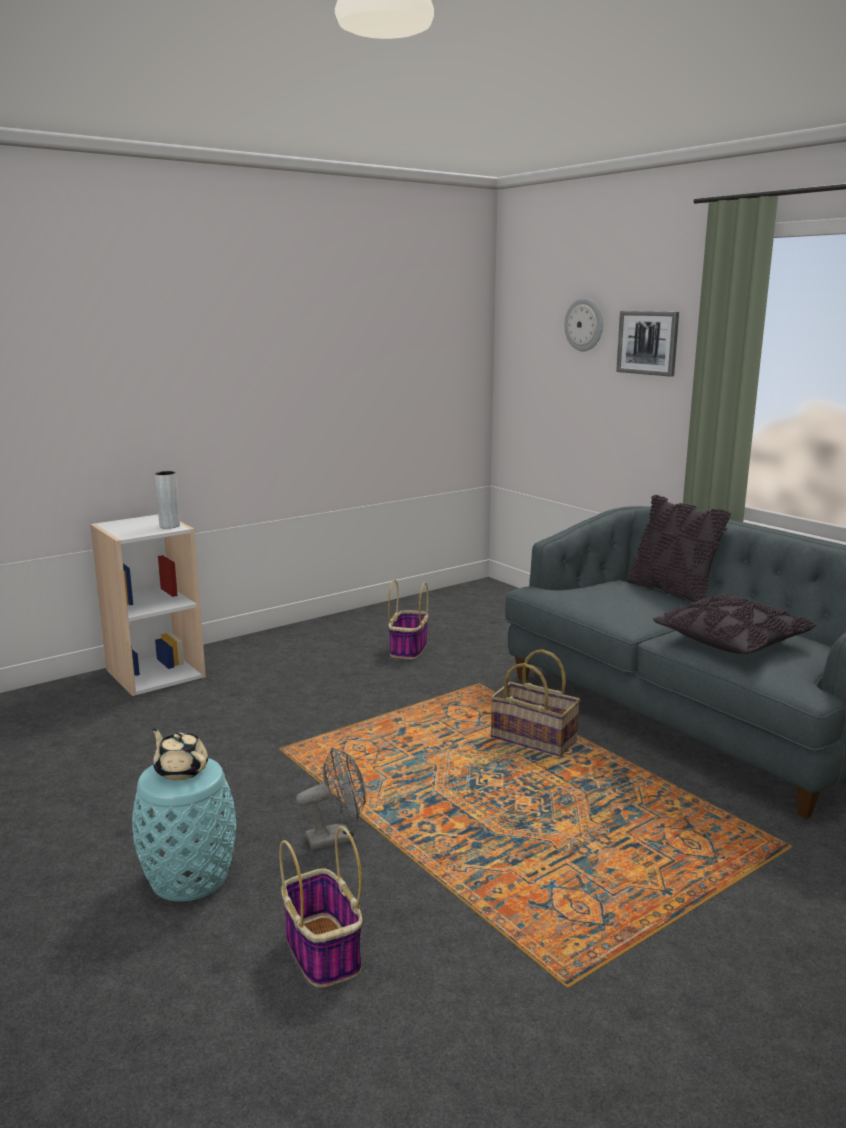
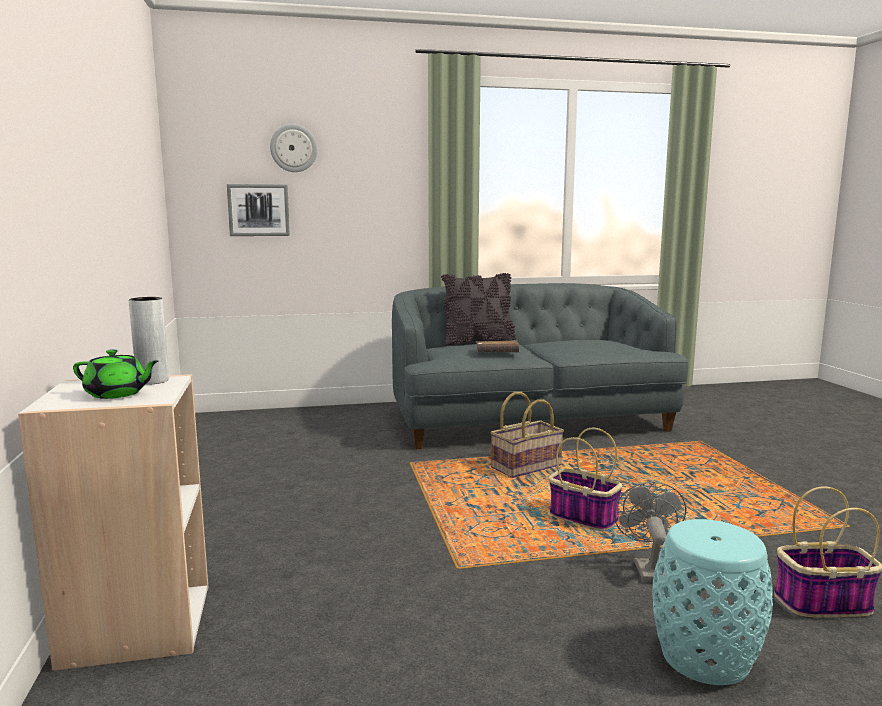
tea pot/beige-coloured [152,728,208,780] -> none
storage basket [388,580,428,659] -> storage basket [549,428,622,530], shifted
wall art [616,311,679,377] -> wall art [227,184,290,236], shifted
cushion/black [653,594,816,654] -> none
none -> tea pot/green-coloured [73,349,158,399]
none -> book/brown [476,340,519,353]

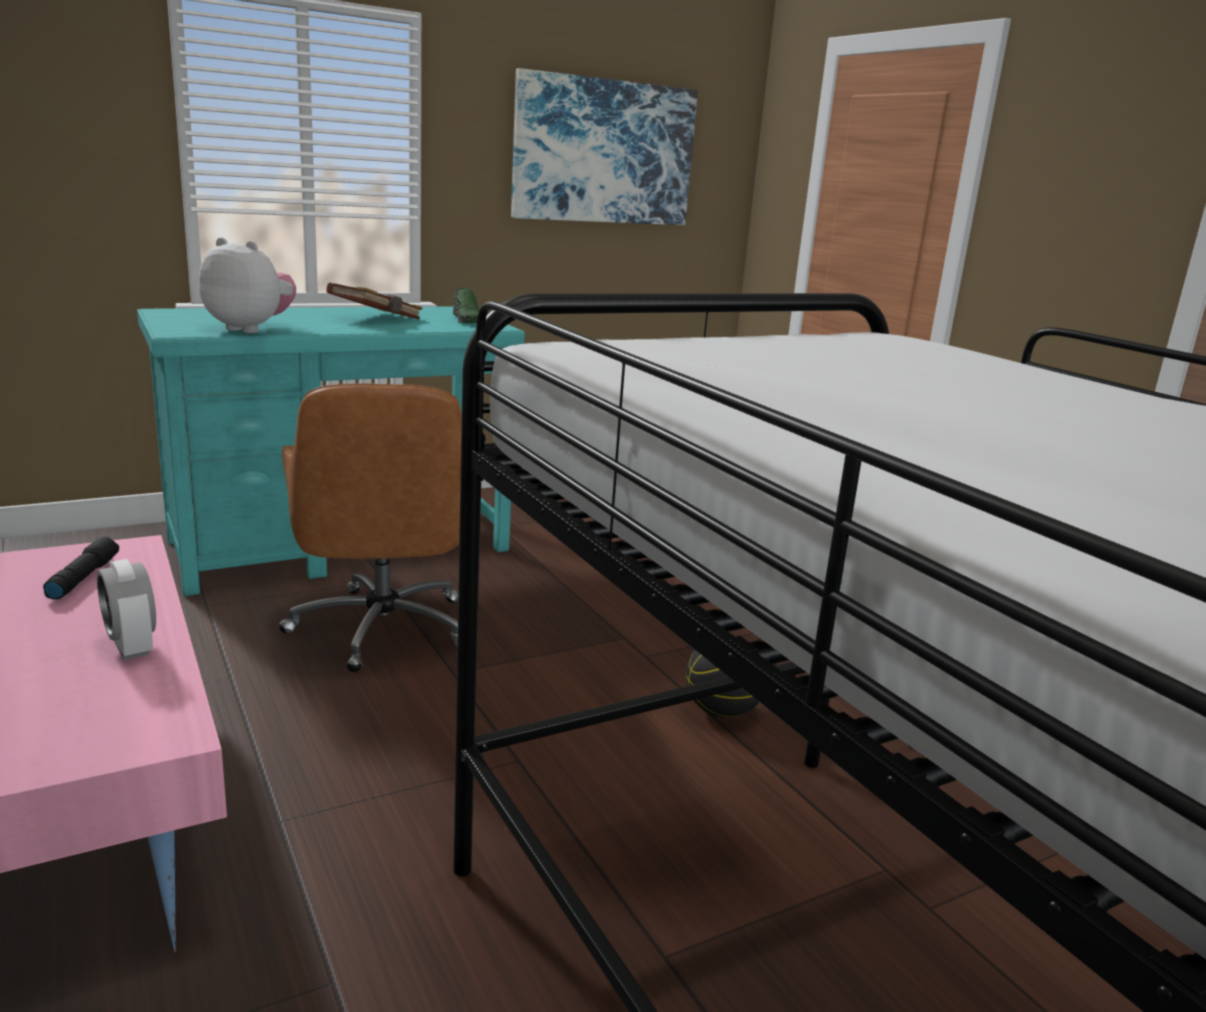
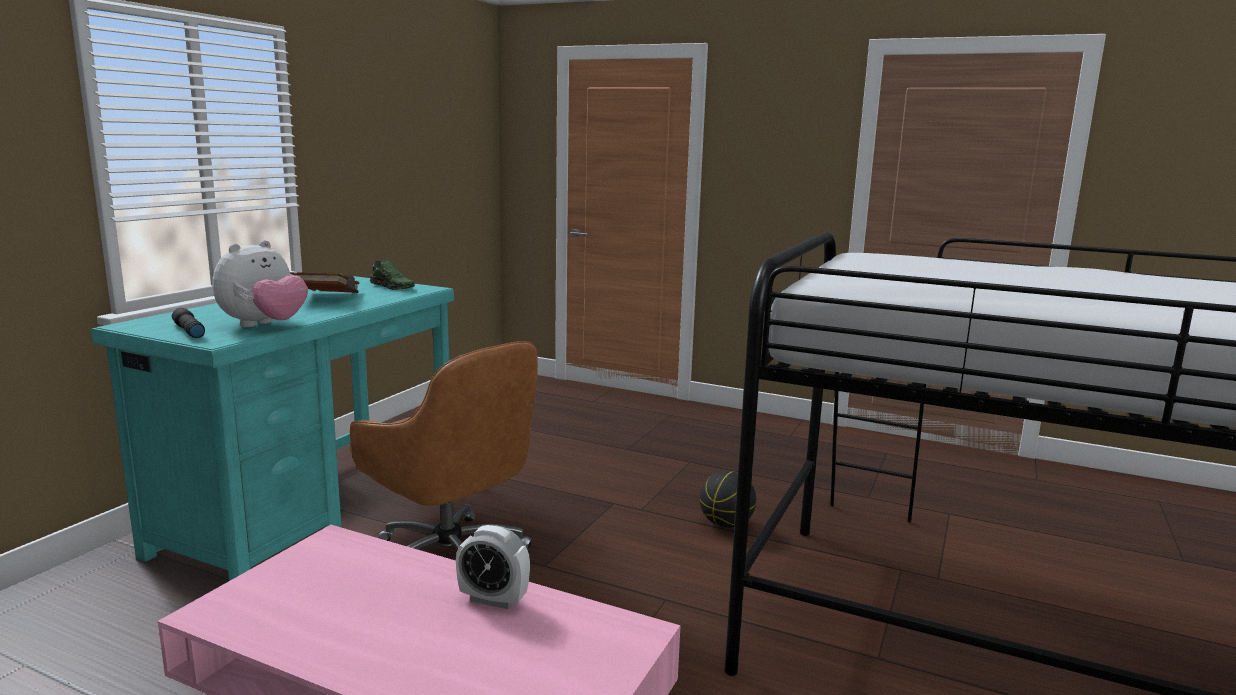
hand torch/black [43,537,119,599] -> hand torch/black [172,308,205,338], shifted
cuddly toy [199,237,296,333] -> cuddly toy [212,240,308,327], 135 degrees clockwise
wall art [511,68,698,225] -> none

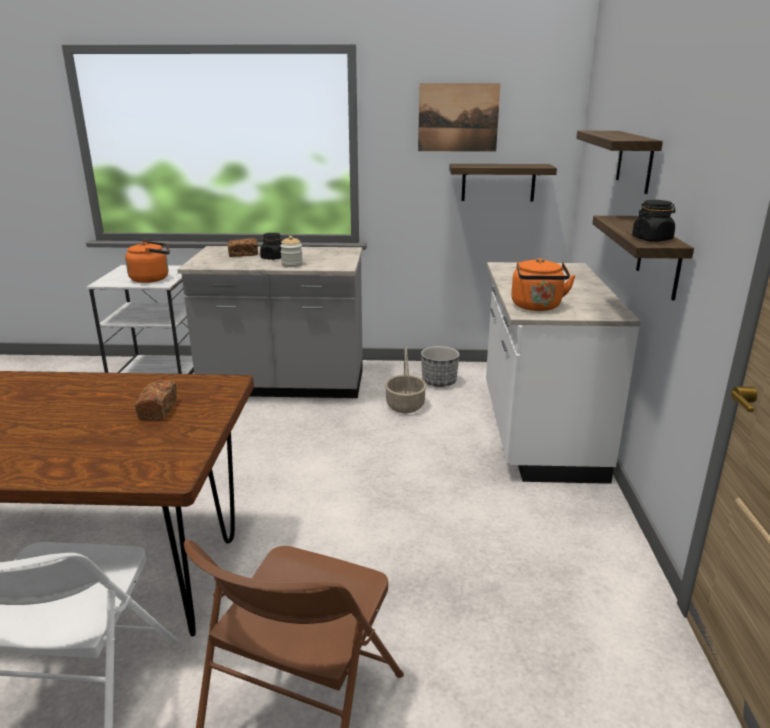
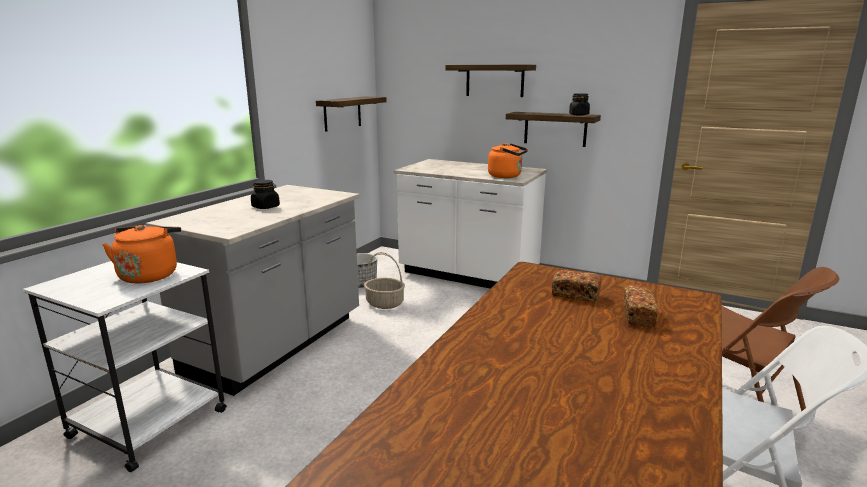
bakery bread [227,238,258,257] -> bakery bread [623,285,658,327], shifted
preserve jar [280,236,303,267] -> none
wall art [418,83,501,152] -> none

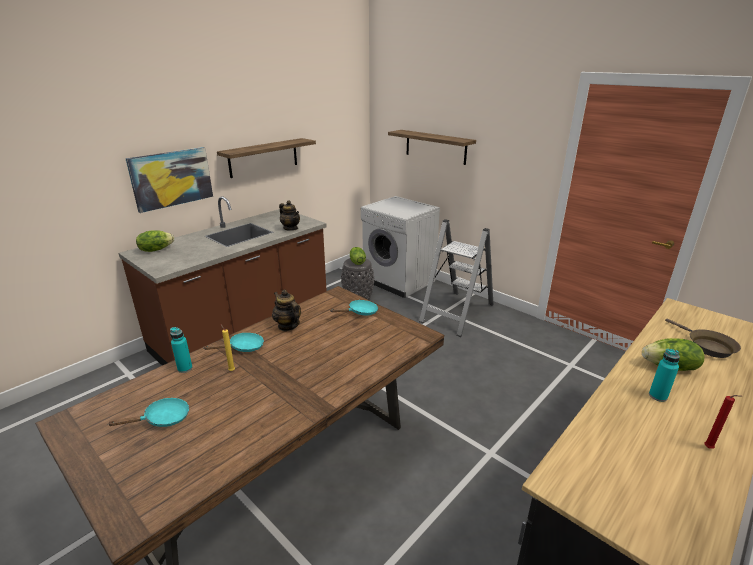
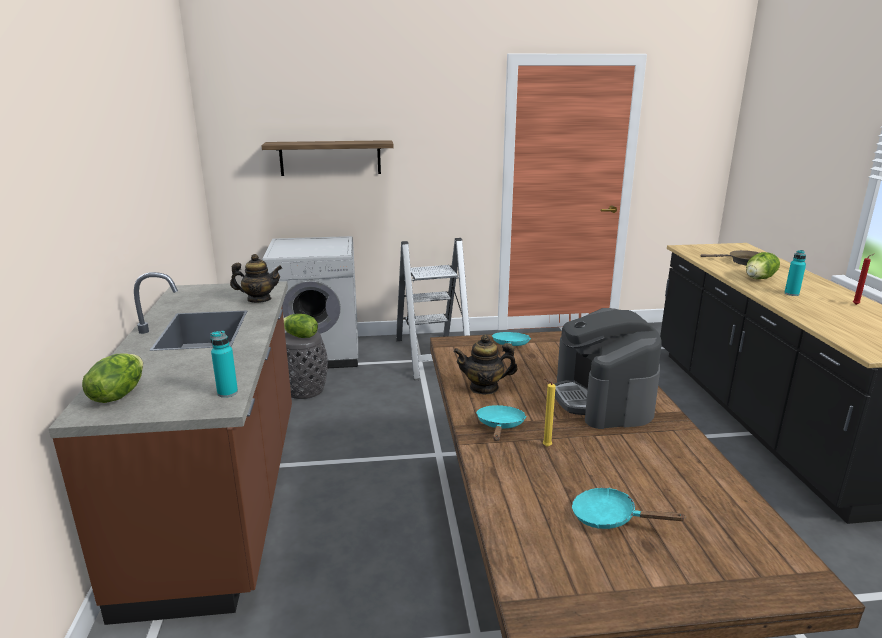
frying pan/blue-green [107,398,189,427] -> frying pan/blue-green [572,488,686,529], 75 degrees counterclockwise
wall art [126,147,213,213] -> none
drink bottle/blue-green [170,327,192,373] -> drink bottle/blue-green [210,331,238,398], shifted
bracket shelf [217,138,316,178] -> none
none -> coffee machine [555,308,662,429]

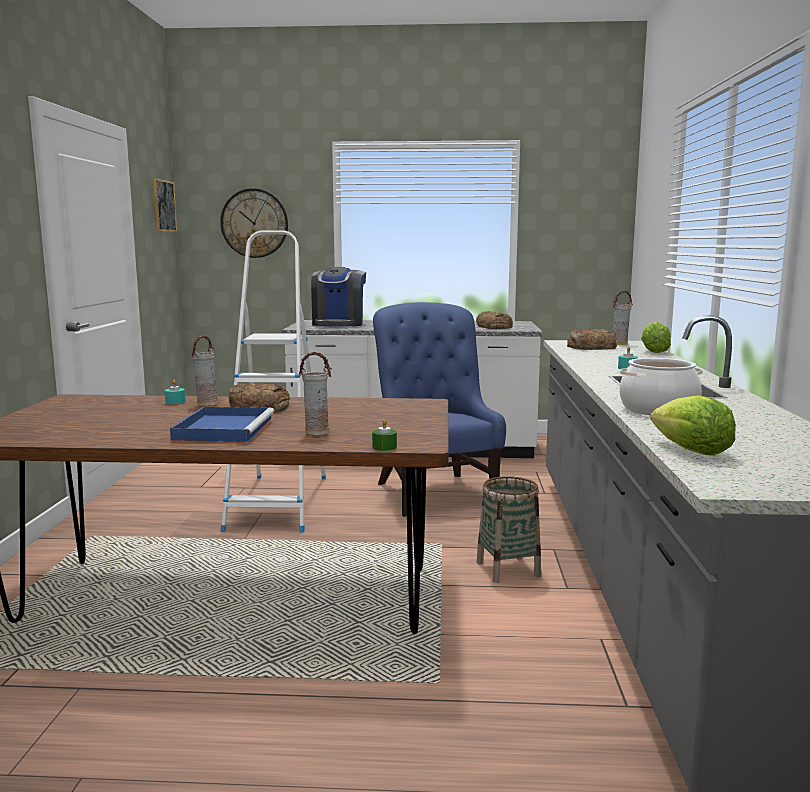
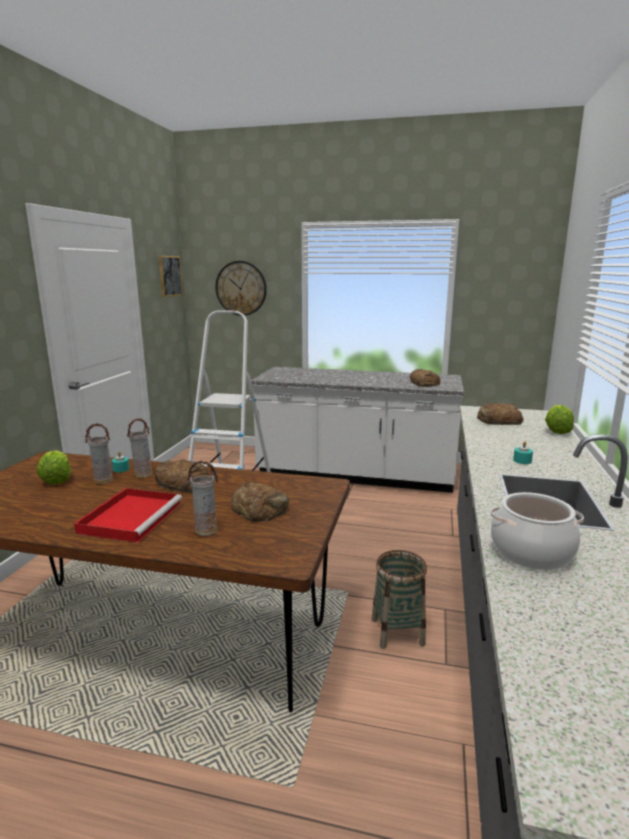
carrying tray/blue [170,407,274,443] -> carrying tray/red [74,488,182,543]
coffee machine [311,267,366,326] -> none
candle/green-coloured [372,419,397,451] -> none
chair/blue [373,302,506,517] -> none
vase [613,290,633,345] -> vase [85,423,113,484], shifted
lettuce [650,395,736,456] -> lettuce [37,450,72,485], shifted
none -> bakery bread [231,482,289,522]

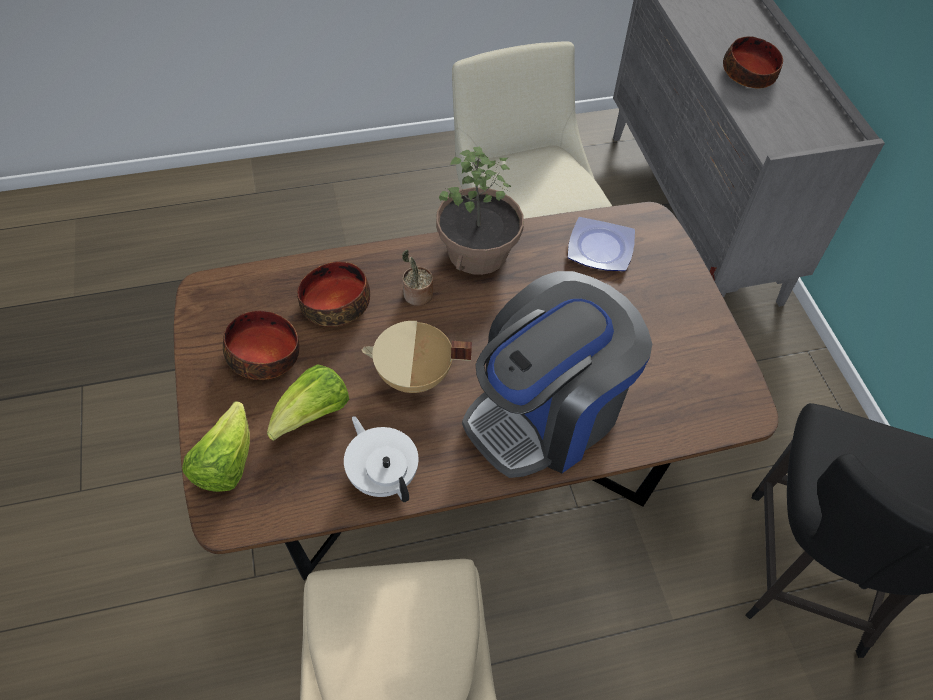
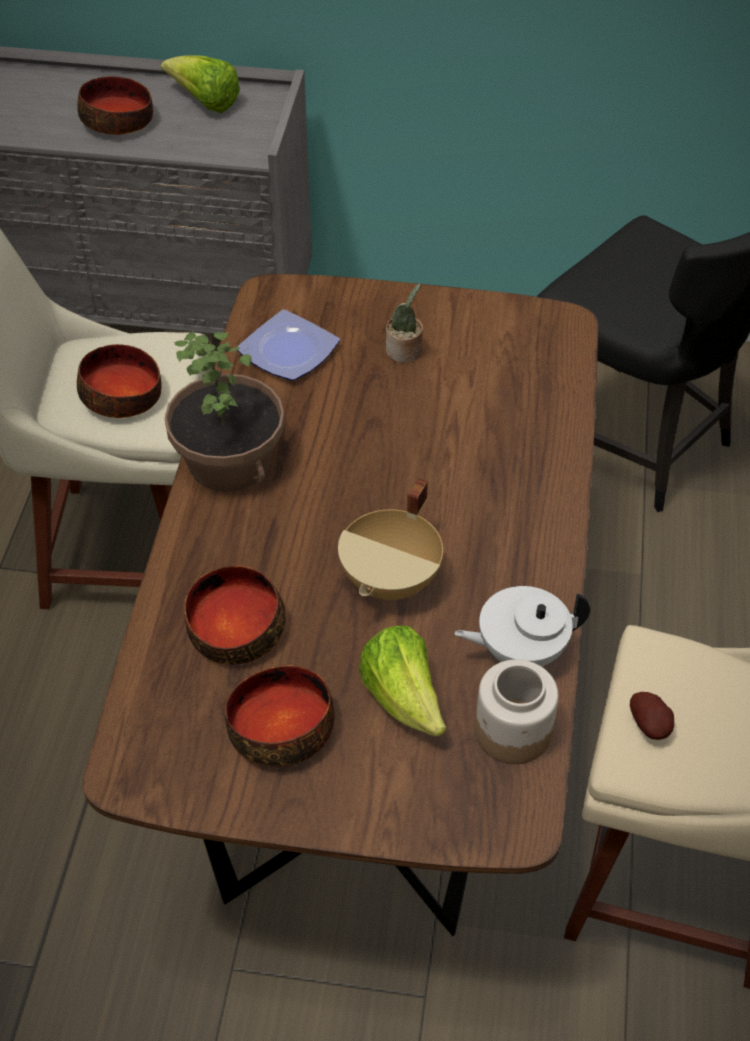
lettuce [182,401,250,492] -> lettuce [161,55,240,113], shifted
plant in a pot [402,250,433,306] -> plant in a pot [386,284,423,363], shifted
coffee machine [462,271,652,478] -> none
none -> serving bowl [77,344,162,418]
none -> preserve jar [475,659,558,764]
none -> spud [630,692,674,740]

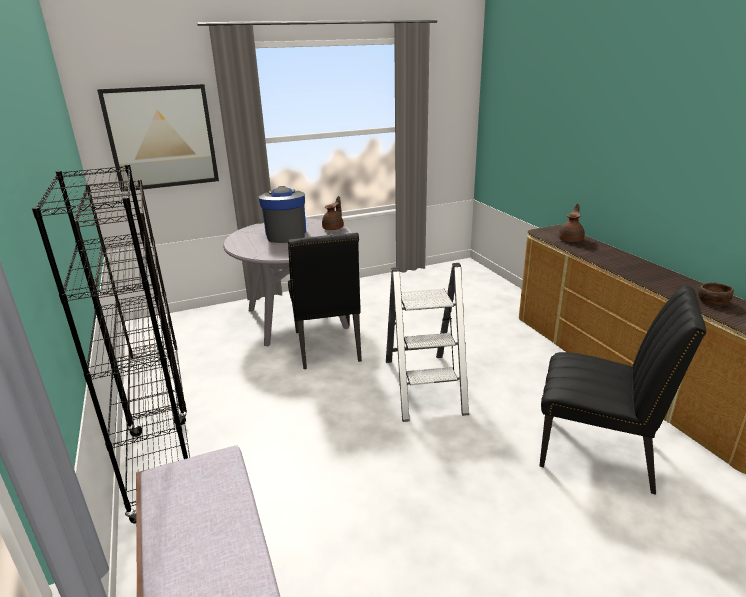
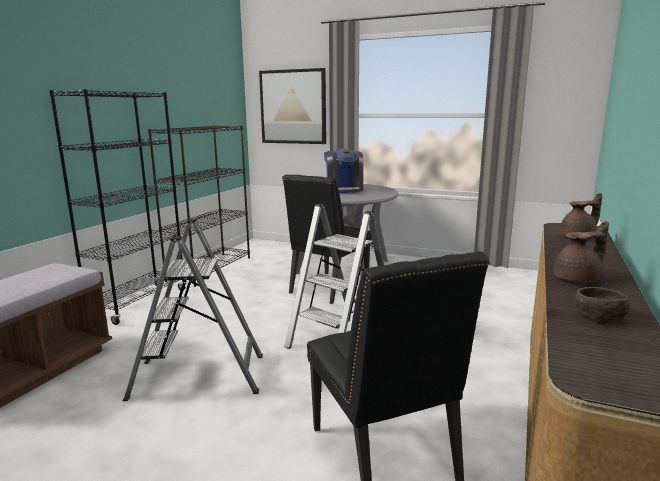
coffee machine [259,186,306,243] -> coffee machine [324,148,363,193], 135 degrees clockwise
tea pot/brown [322,196,344,230] -> tea pot/brown [554,221,609,283], shifted
none -> stepladder/greyish [122,219,263,401]

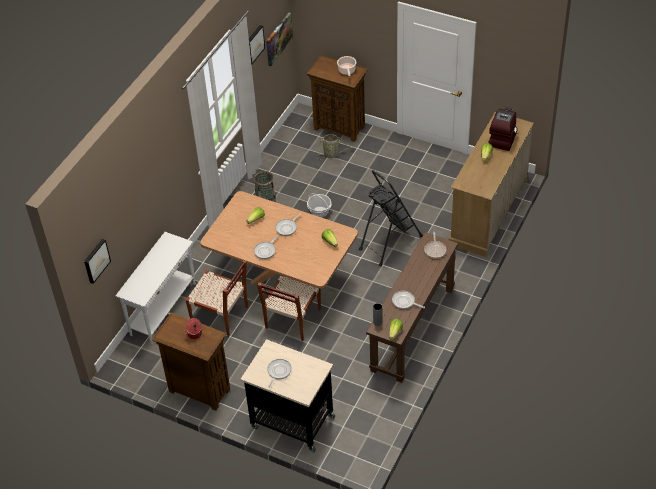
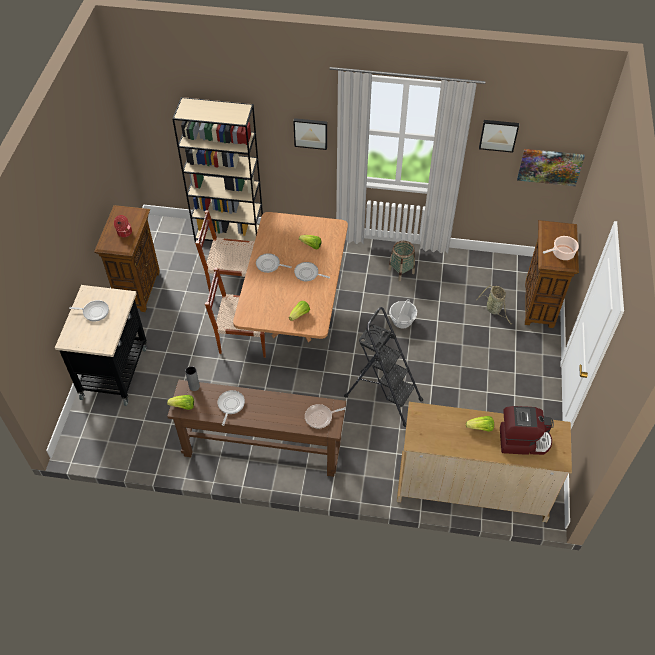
wall art [84,239,111,284] -> wall art [293,118,327,150], shifted
narrow table/white [115,232,196,344] -> bookcase/beige-coloured [172,97,263,242]
chair [186,260,248,337] -> chair [195,210,255,292], 90 degrees clockwise

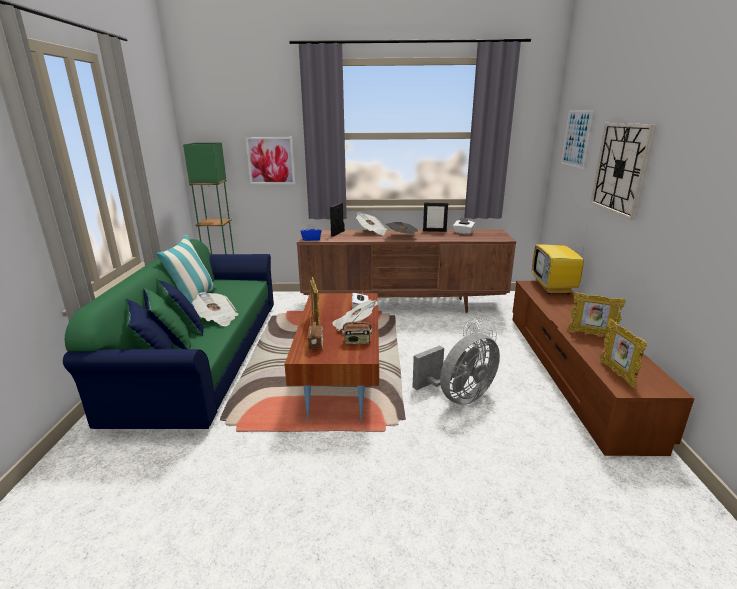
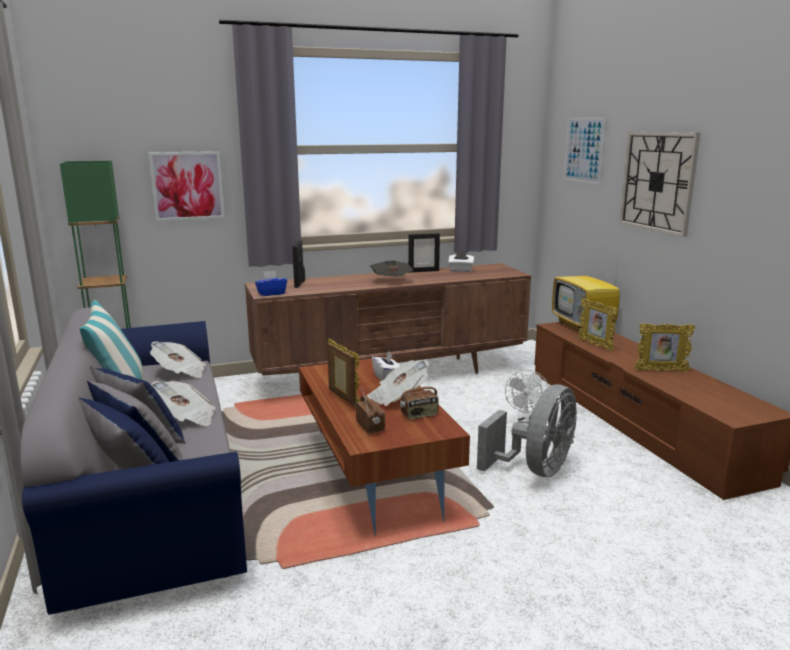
sofa/green-coloured [63,239,274,429] -> sofa/greyish [20,308,247,615]
printed paper [356,213,387,235] -> printed paper [150,341,206,378], shifted
picture frame [599,319,647,388] -> picture frame [578,298,617,351], shifted

